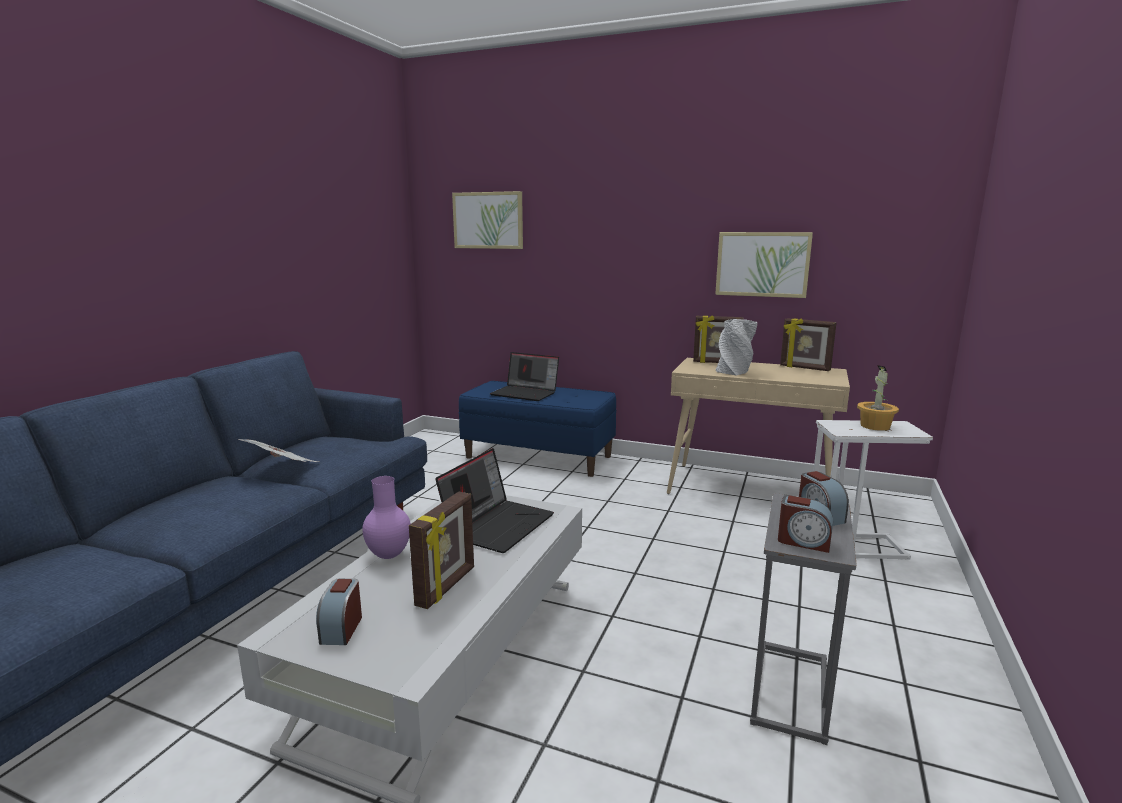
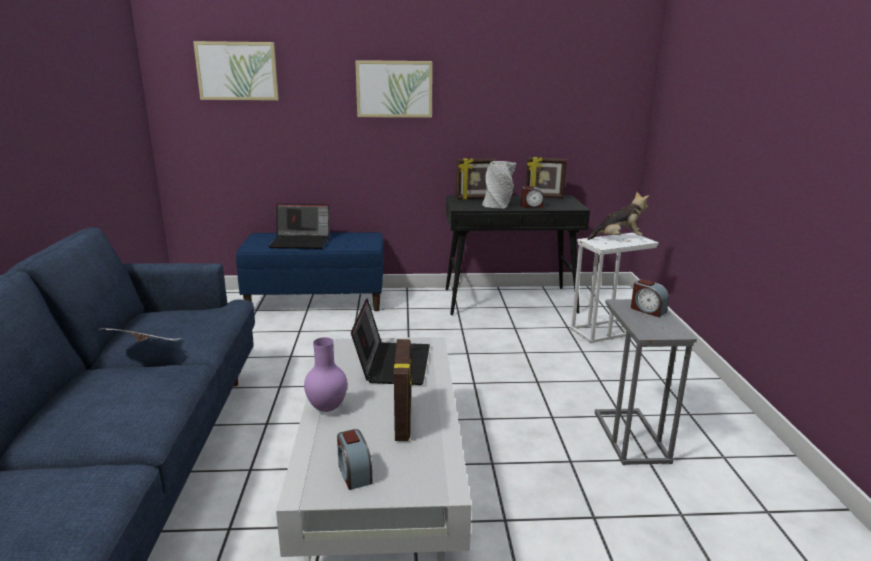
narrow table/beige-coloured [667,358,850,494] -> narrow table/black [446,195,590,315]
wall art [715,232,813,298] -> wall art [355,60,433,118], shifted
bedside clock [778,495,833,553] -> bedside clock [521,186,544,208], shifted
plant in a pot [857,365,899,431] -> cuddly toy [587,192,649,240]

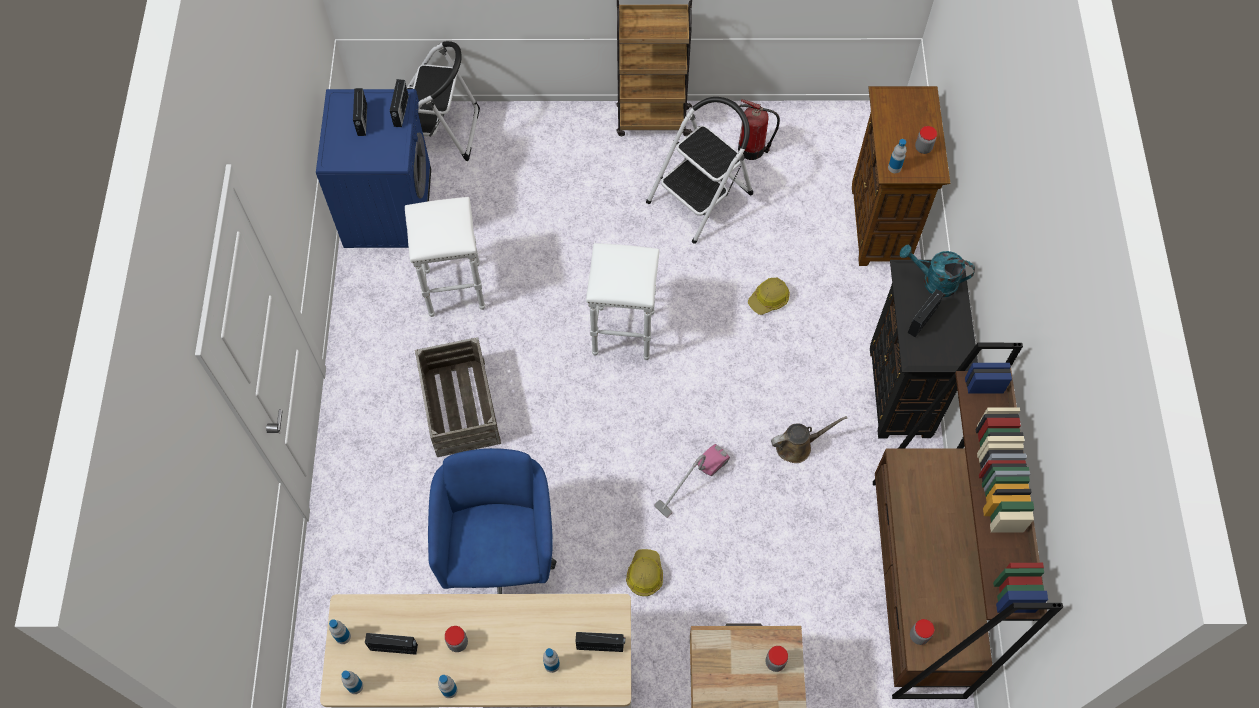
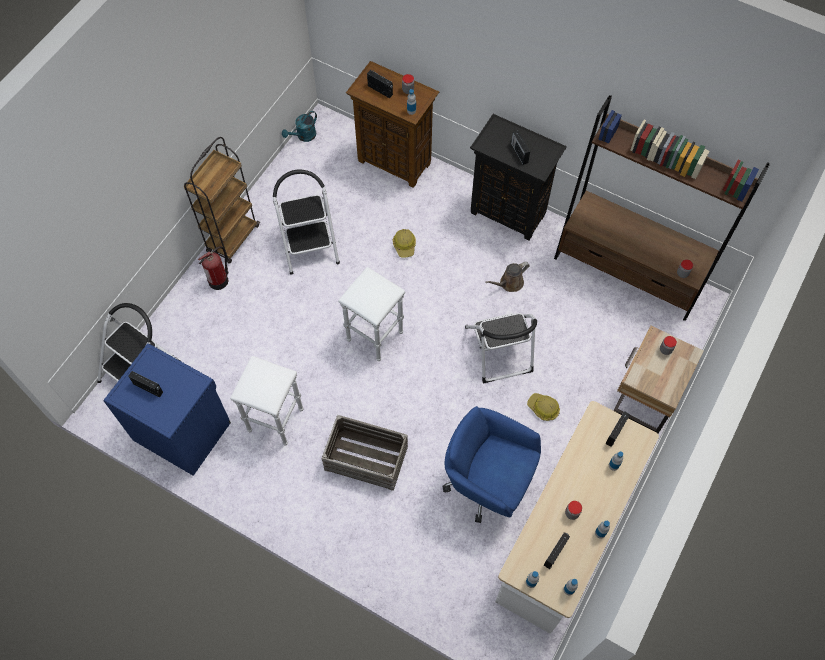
radio receiver [390,79,409,127] -> radio receiver [367,70,393,98], shifted
vacuum cleaner [654,444,730,518] -> stepladder [465,313,537,383]
extinguisher [738,99,780,160] -> extinguisher [198,246,228,290], shifted
sprinkling can/brown [771,416,847,463] -> sprinkling can/brown [486,262,530,292], 135 degrees counterclockwise
sprinkling can/blue-green [900,245,975,297] -> sprinkling can/blue-green [282,111,317,142], shifted

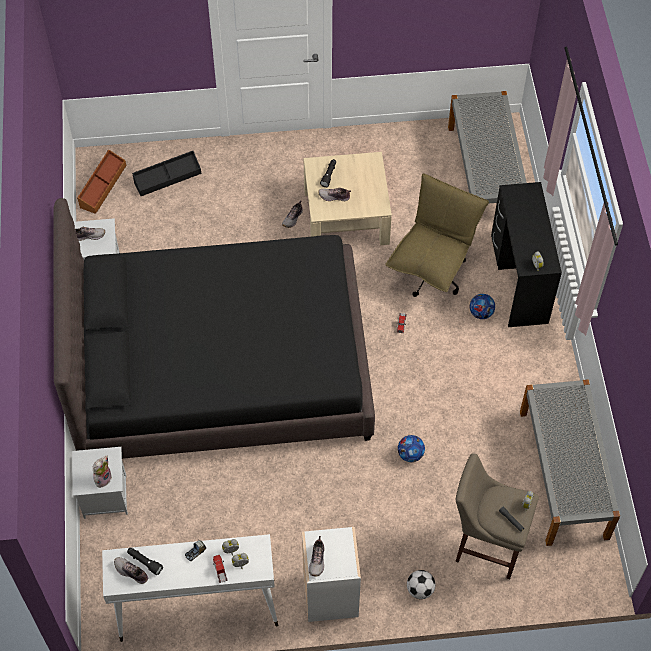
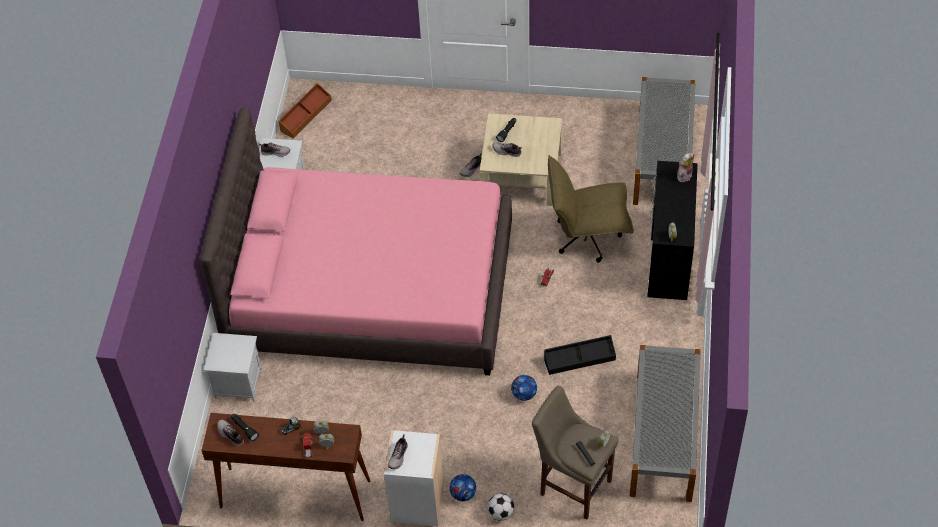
bed/black [53,198,375,459] -> bed/pinkish [199,107,512,375]
cuddly toy [92,456,112,488] -> cuddly toy [677,152,694,182], shifted
narrow table/white [102,534,278,642] -> narrow table/brown [201,413,370,521]
storage container/black [132,151,201,196] -> storage container/black [544,335,616,375], shifted
computer chair/beige-coloured [385,173,489,297] -> computer chair/beige-coloured [548,155,634,263], 135 degrees counterclockwise
football [470,294,495,319] -> football [449,474,476,501], shifted

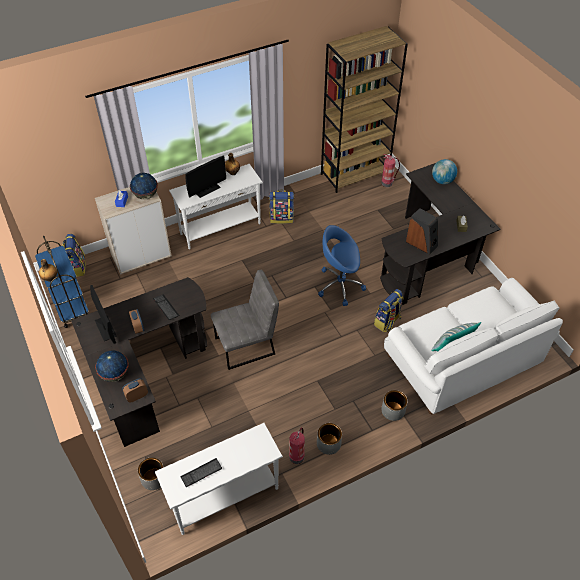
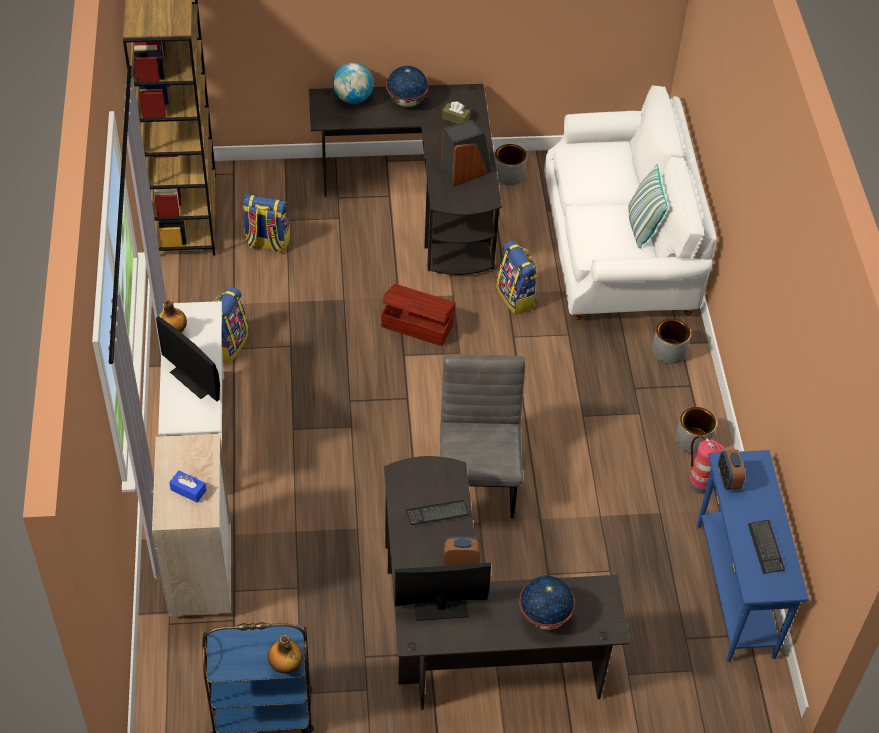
knapsack [62,234,86,277] -> knapsack [243,194,290,253], shifted
bedside clock [122,378,148,403] -> bedside clock [718,450,745,490], shifted
globe [130,173,158,200] -> globe [386,66,429,107], shifted
flower pot/greyish [138,457,164,490] -> flower pot/greyish [495,144,527,186], shifted
narrow table/white [155,423,283,535] -> narrow table/blue [697,450,809,662]
computer screen [186,156,226,198] -> computer screen [156,316,220,402], 150 degrees clockwise
computer chair/blue [318,225,366,306] -> storage container/brown [381,284,456,346]
extinguisher [381,154,400,187] -> none

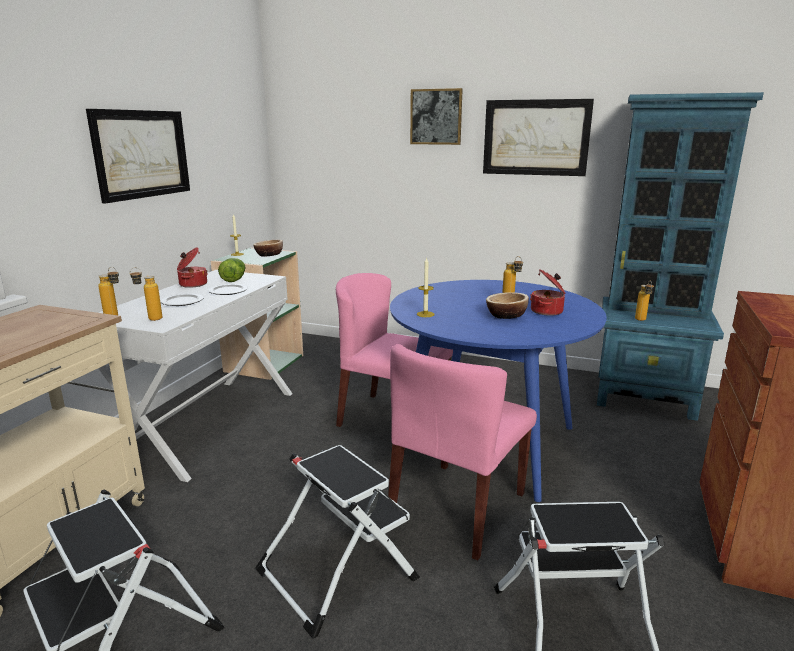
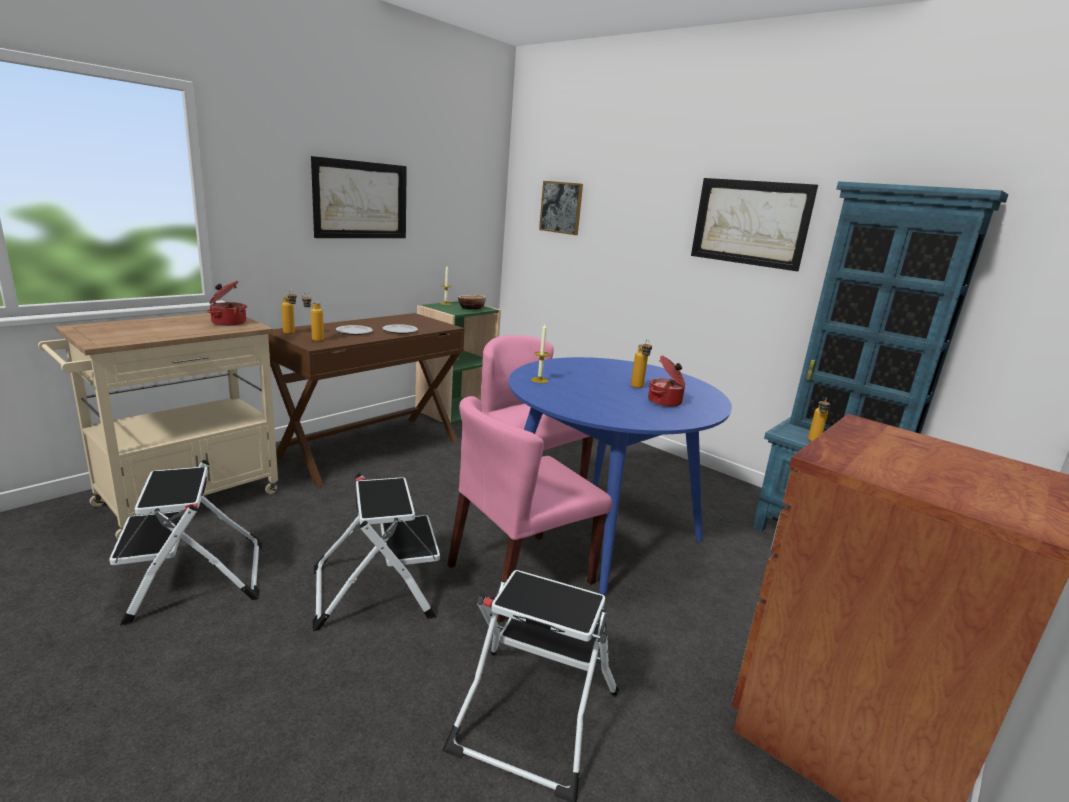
narrow table/white [98,270,293,482] -> narrow table/brown [268,313,464,487]
saucepot [177,247,208,288] -> saucepot [207,281,248,326], shifted
lettuce [218,258,245,282] -> none
wall art [410,88,463,145] -> wall art [539,181,583,235], shifted
serving bowl [486,292,529,319] -> none

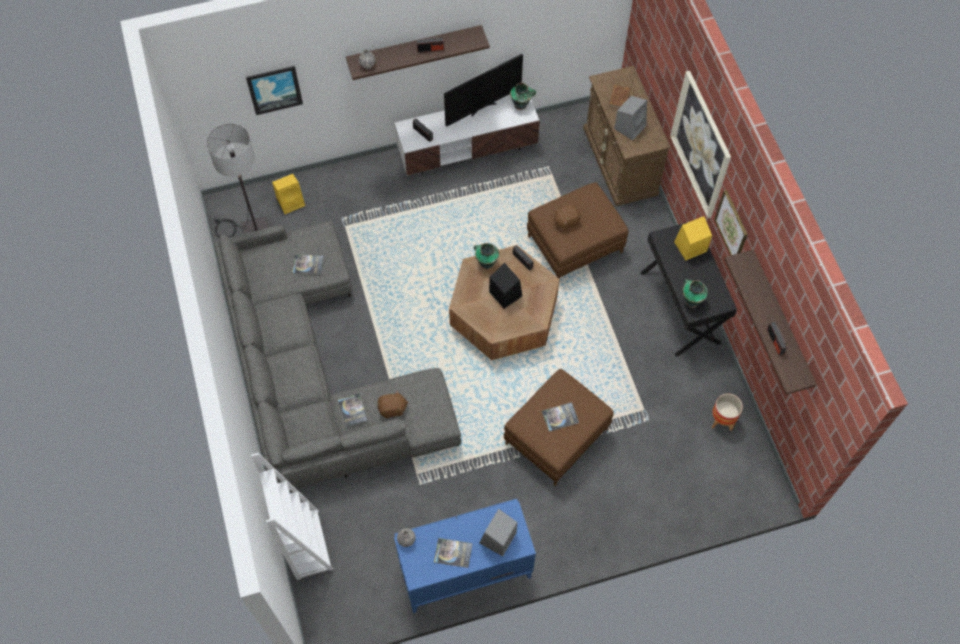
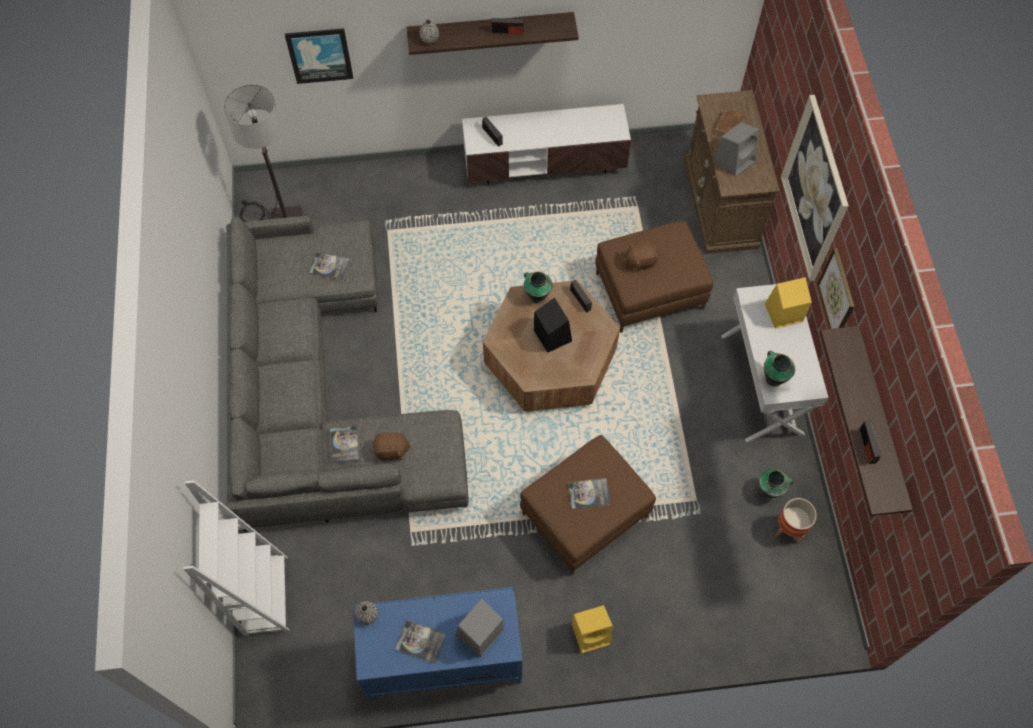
speaker/yellow-coloured [272,174,305,214] -> speaker/yellow-coloured [572,605,613,654], shifted
TV set [444,54,523,127] -> none
vase [510,83,536,110] -> vase [759,469,794,499], shifted
narrow table/black [640,222,737,356] -> narrow table/white [721,284,829,442]

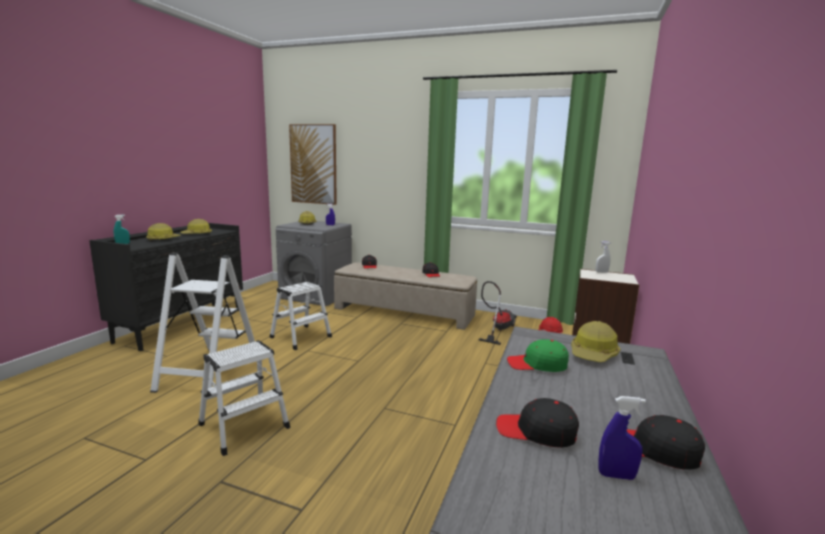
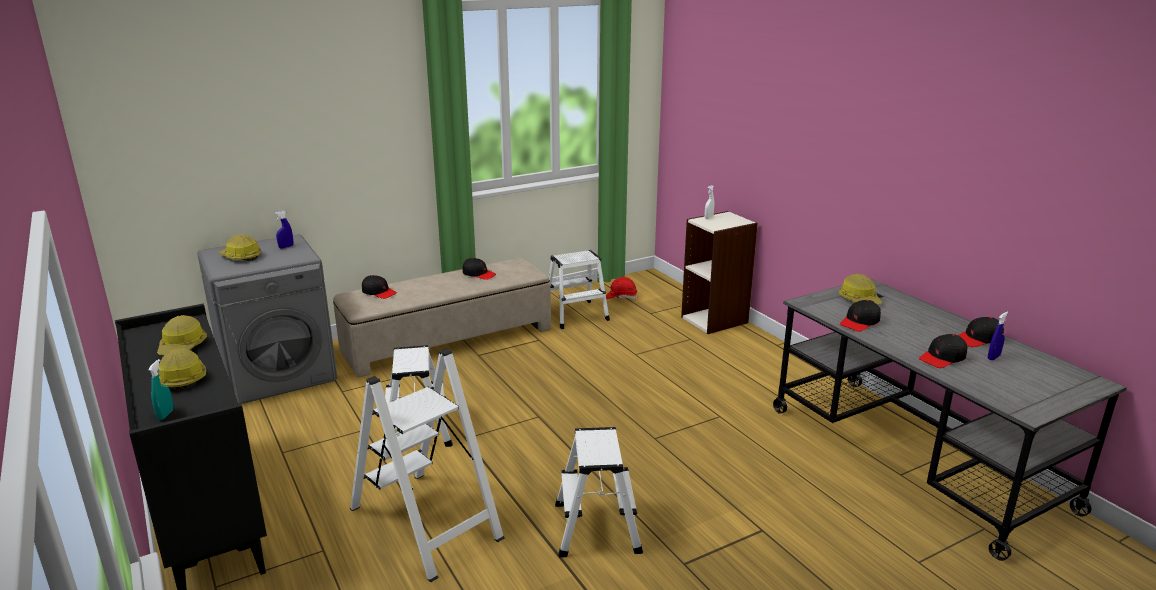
wall art [289,124,337,205] -> none
vacuum cleaner [479,281,517,345] -> stepladder/white [548,250,610,329]
cap/green-coloured [507,339,569,372] -> cap/black [840,300,881,332]

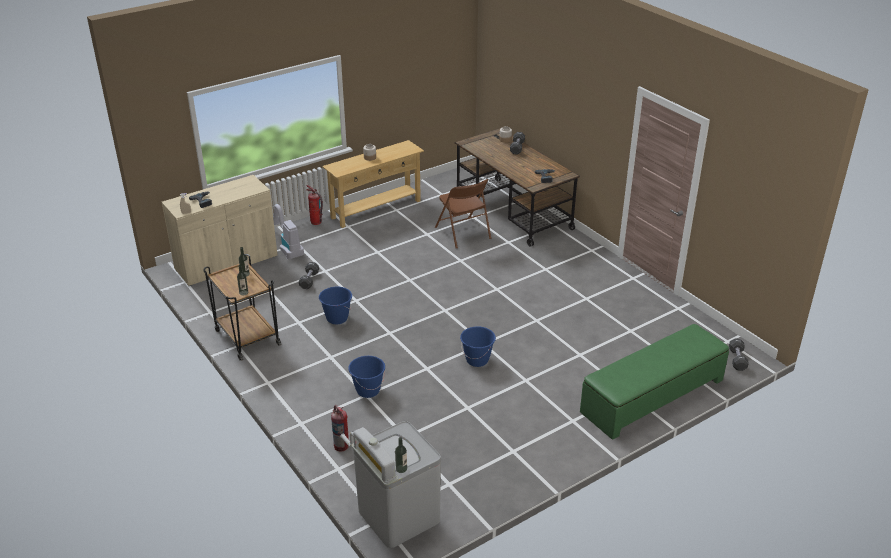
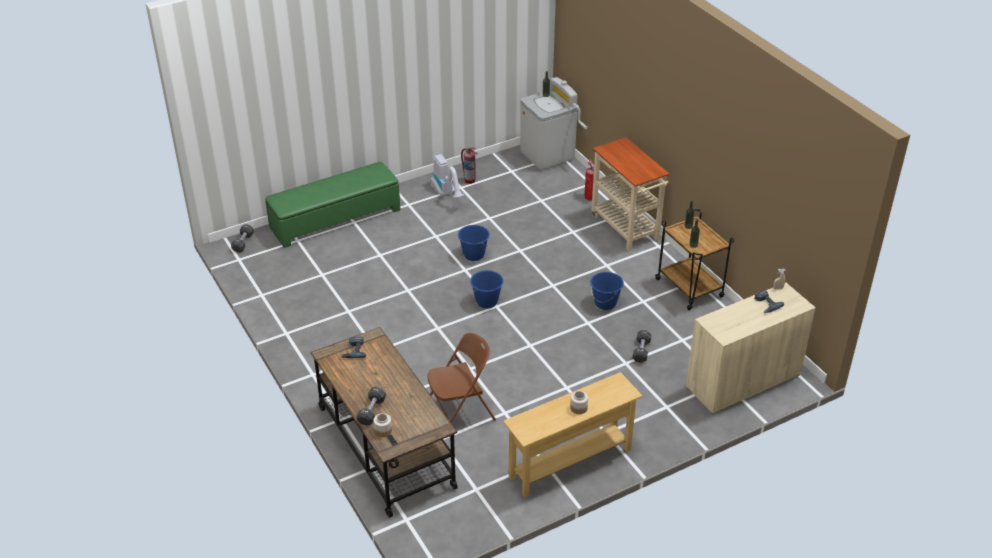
vacuum cleaner [273,204,304,259] -> vacuum cleaner [431,154,464,198], shifted
extinguisher [307,185,323,225] -> extinguisher [461,147,478,184], shifted
water bucket/blue [348,356,385,398] -> water bucket/blue [470,270,504,308], shifted
chair/brown [435,179,491,249] -> chair/brown [428,333,496,423], 90 degrees clockwise
none -> wheeled cart/beige-coloured [591,137,669,251]

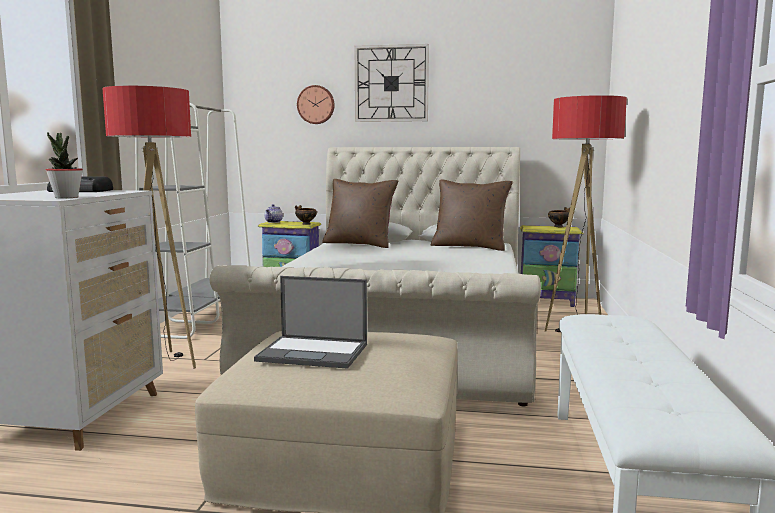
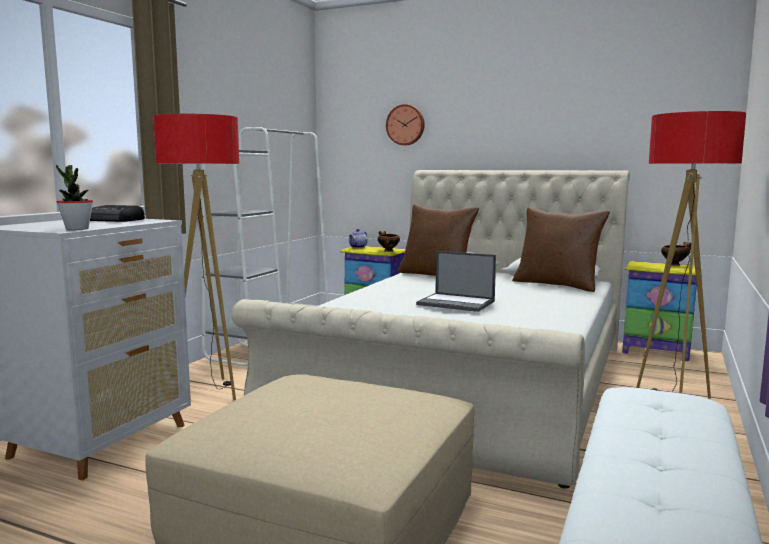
notebook computer [254,276,367,369] -> notebook computer [416,251,496,312], shifted
clock on the wall [355,44,429,122] -> none

